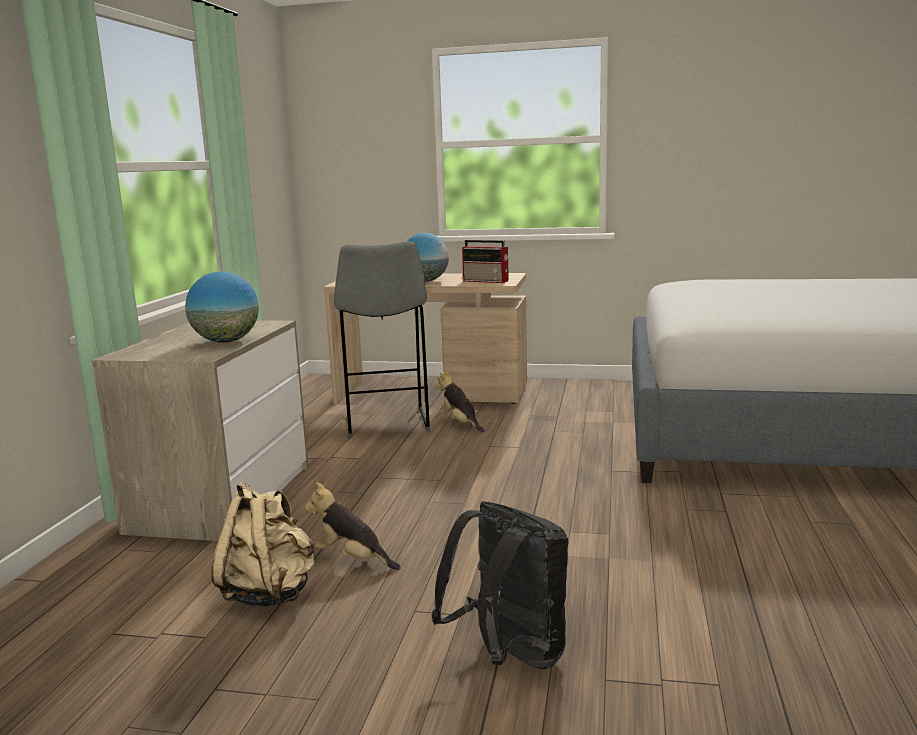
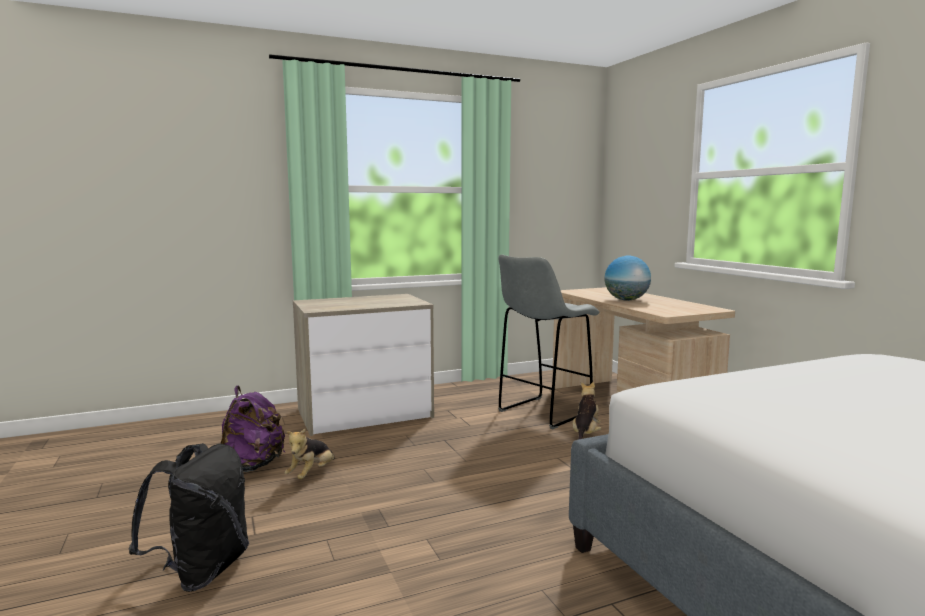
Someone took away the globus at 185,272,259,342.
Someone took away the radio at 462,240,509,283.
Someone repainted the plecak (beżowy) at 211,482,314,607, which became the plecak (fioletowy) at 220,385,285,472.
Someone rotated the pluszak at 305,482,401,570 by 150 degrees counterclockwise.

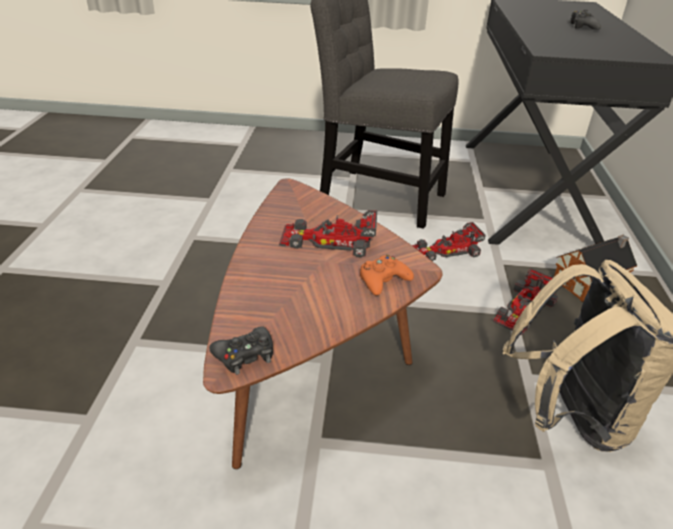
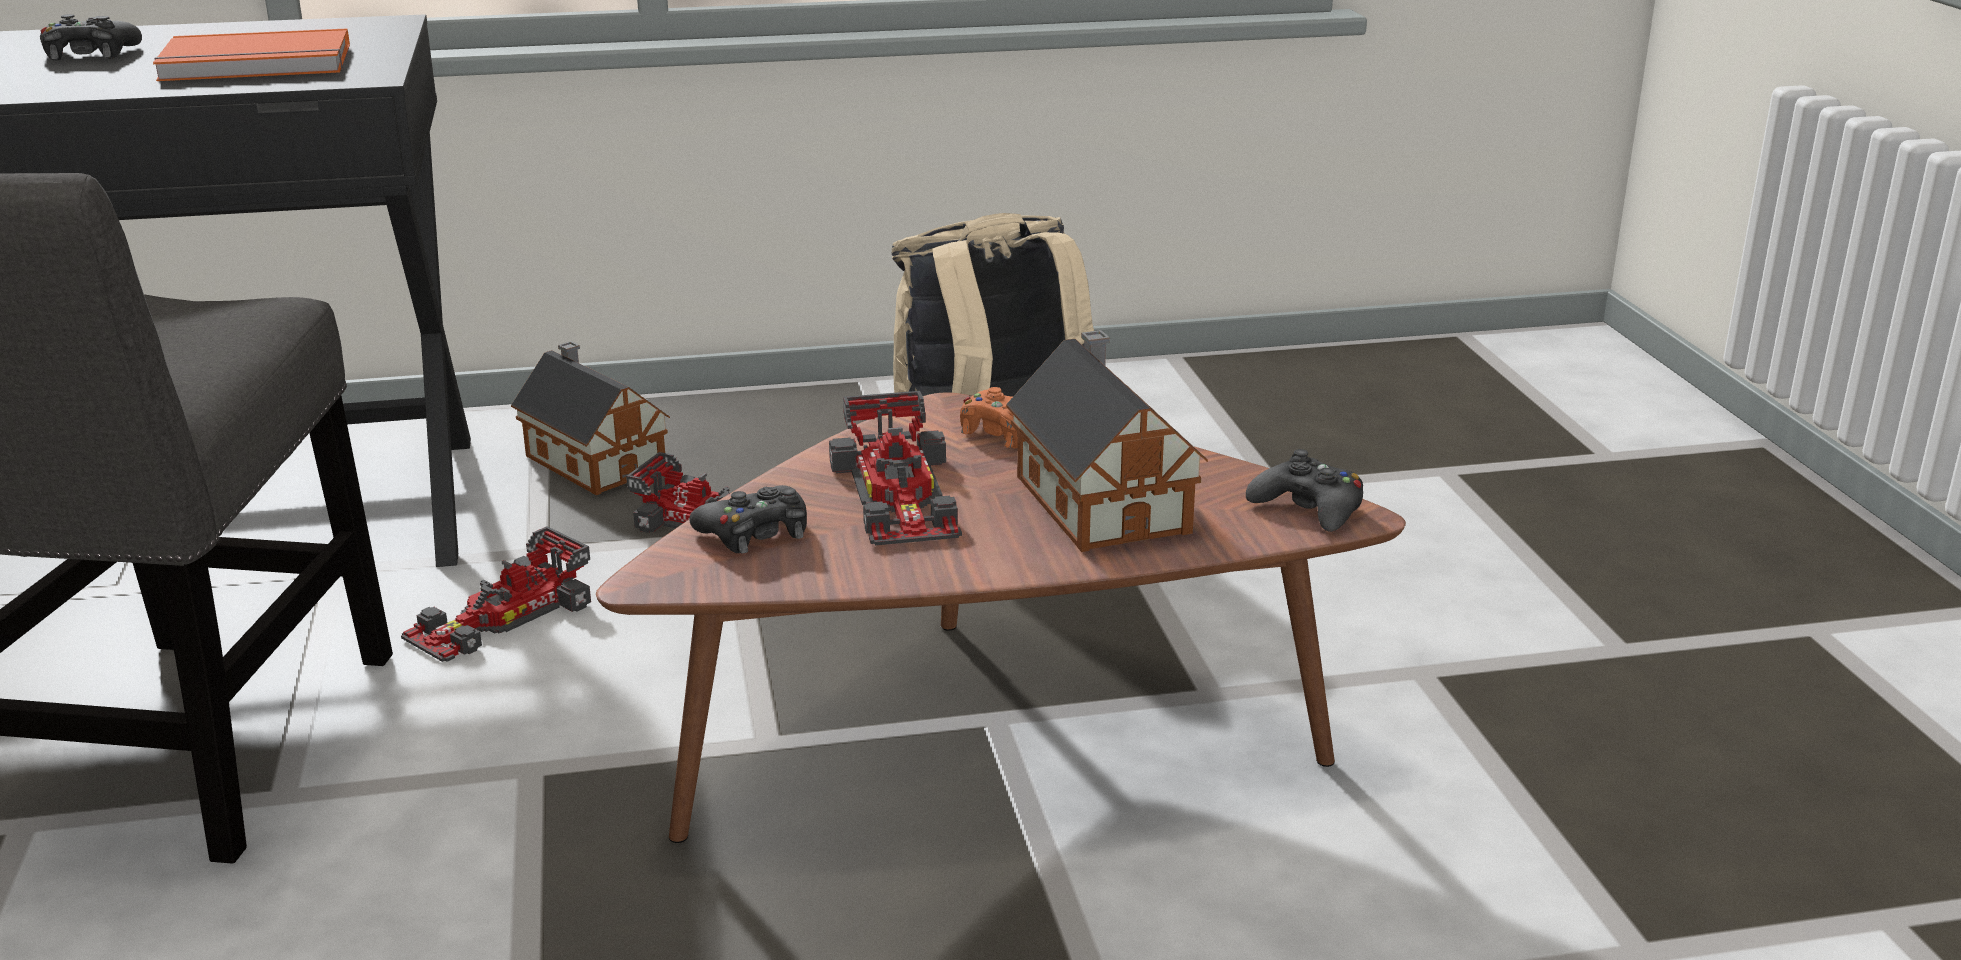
Someone put down the książka (pomarańczowy) at 153,28,350,81.
Someone put down the pad do gier (czarny) at 689,485,807,554.
Someone put down the domek at 1006,330,1208,552.
Someone rotated the samochodzik at 412,222,486,261 by 75 degrees clockwise.

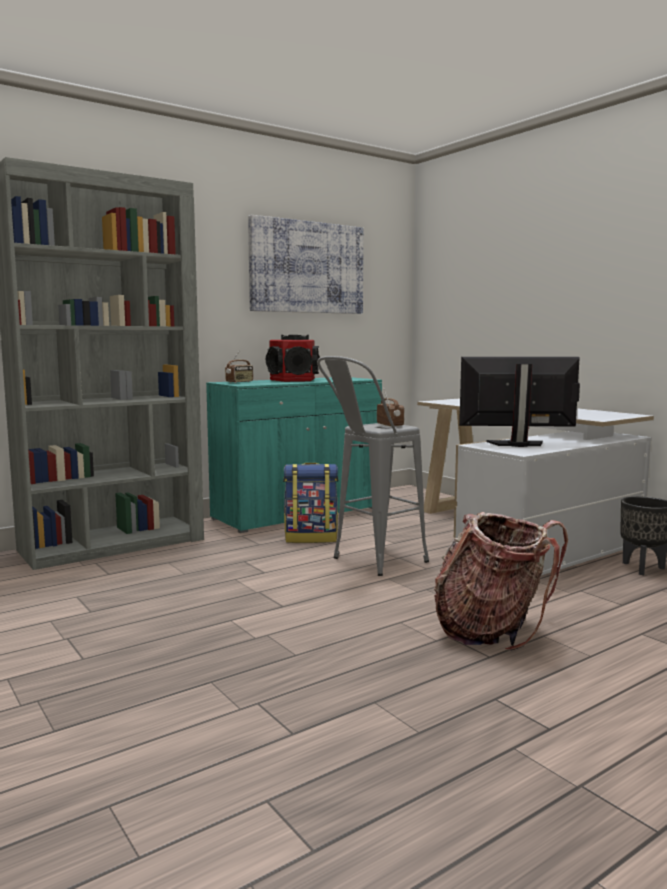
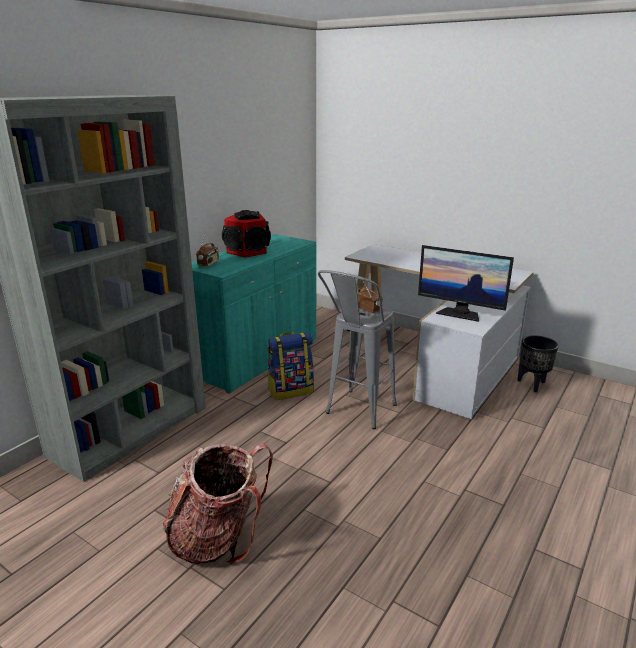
Someone took away the obraz at 248,215,363,314.
Someone carried the plecak from 434,512,568,651 to 163,444,273,564.
Someone rotated the monitor at 459,357,580,447 by 135 degrees counterclockwise.

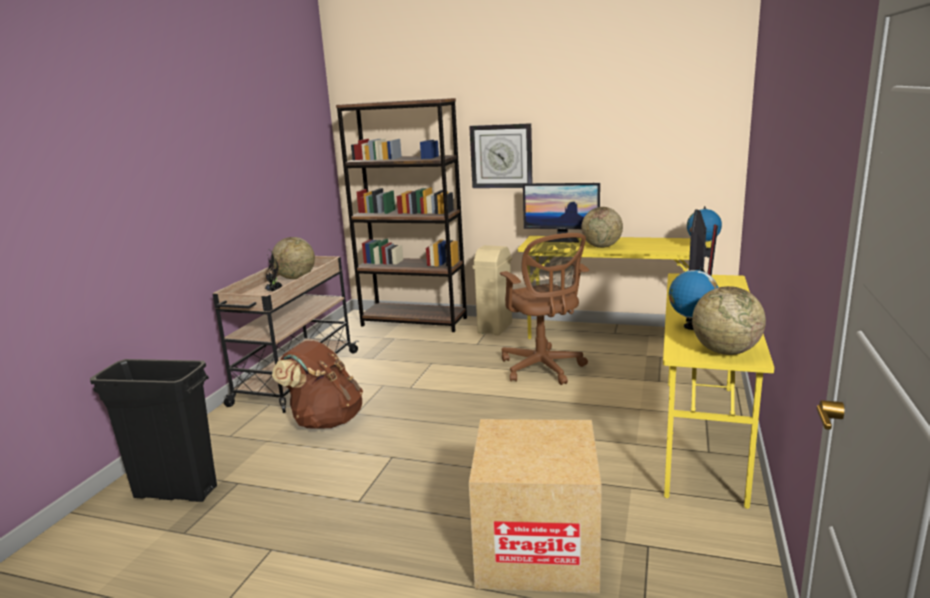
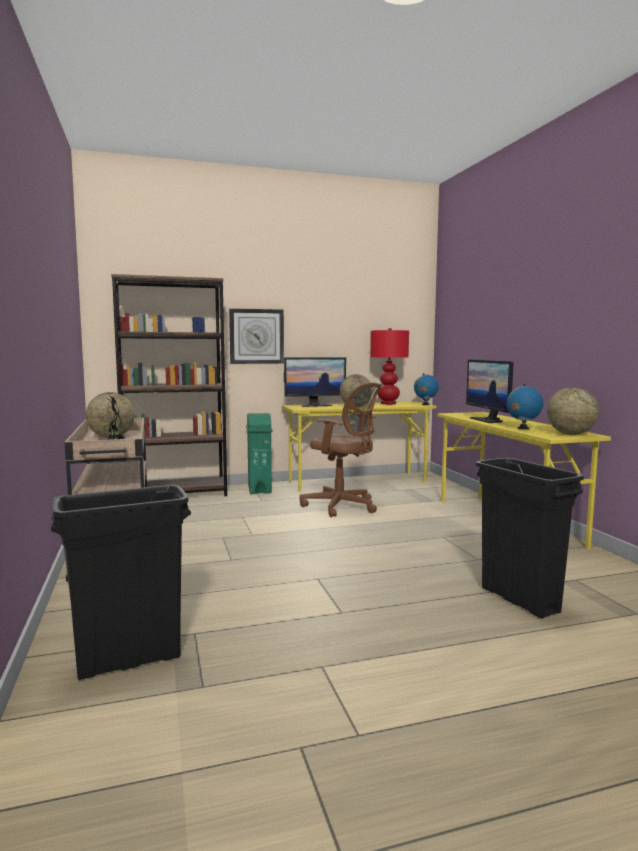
Someone took away the plecak (brązowy) at 272,341,363,429.
Someone put down the lampa stołowa (czerwony) at 370,328,409,404.
Someone swapped the karton at 469,419,602,594 for the kosz na śmieci (czarny) at 476,458,584,619.
Someone repainted the kosz na śmieci (beżowy) at 472,245,512,336, which became the kosz na śmieci (zielony) at 246,413,272,494.

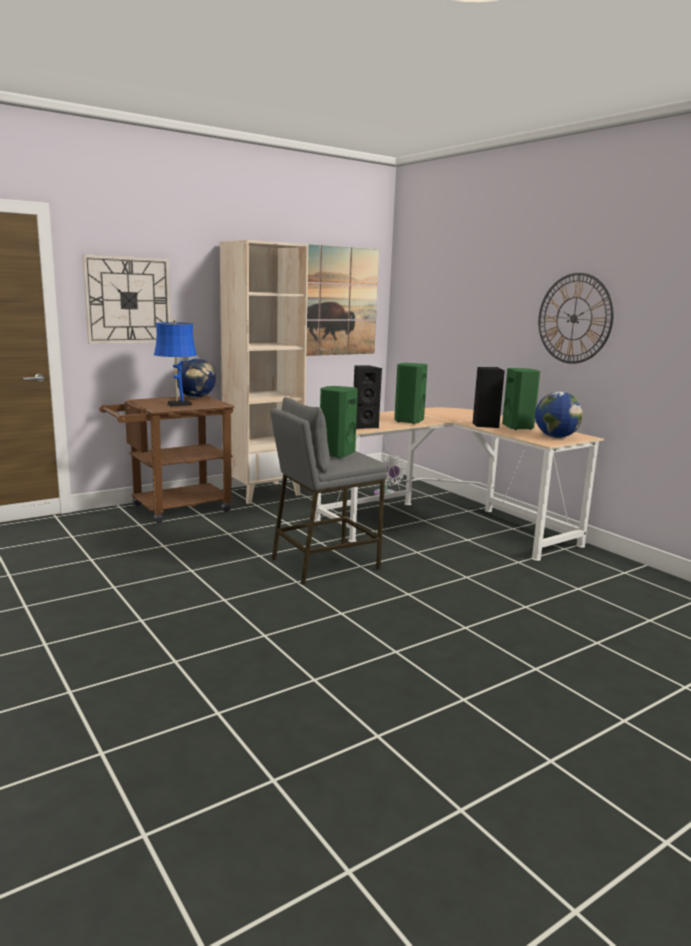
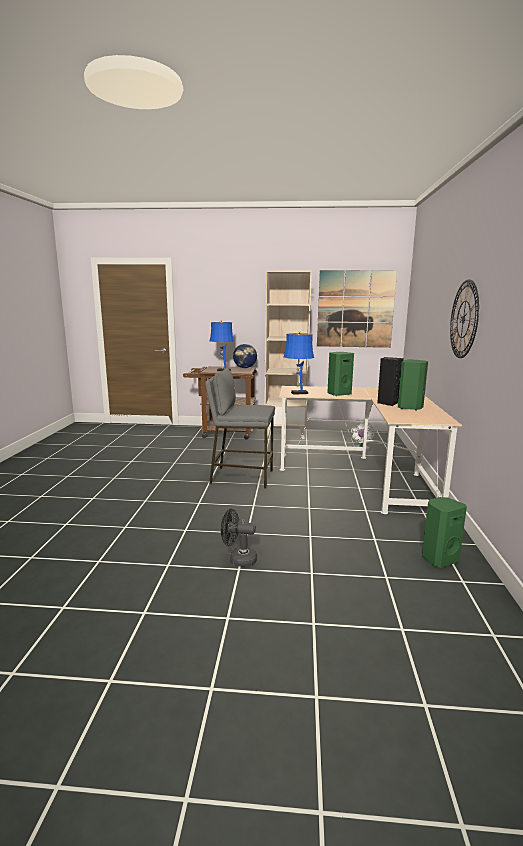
Someone took away the zegar ścienny at 82,254,171,344.
Someone took away the globus at 535,392,583,438.
Someone put down the wentylator (czarny) at 221,509,257,567.
Someone carried the głośnik (zielony) from 320,386,358,458 to 422,497,467,568.
Someone swapped the głośnik (czarny) at 354,365,382,429 for the lampa stołowa (niebieski) at 284,331,314,395.

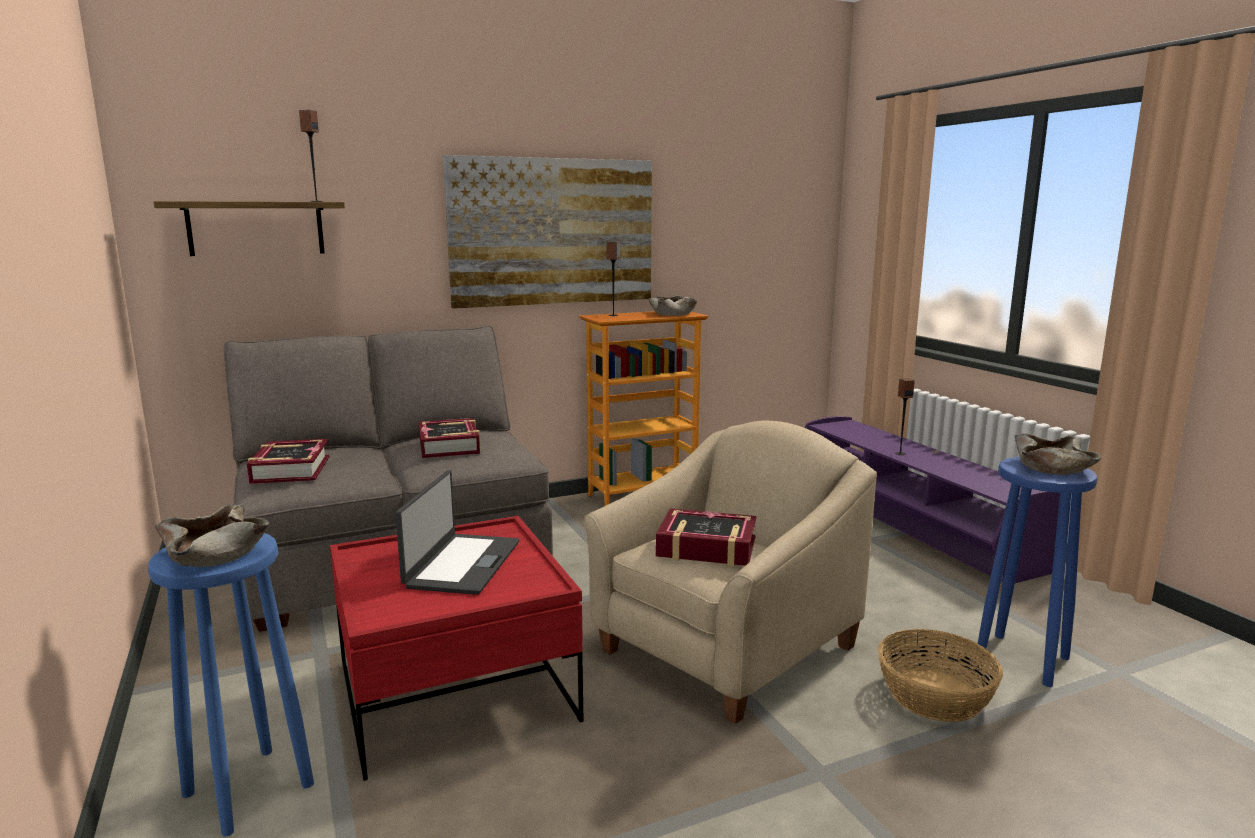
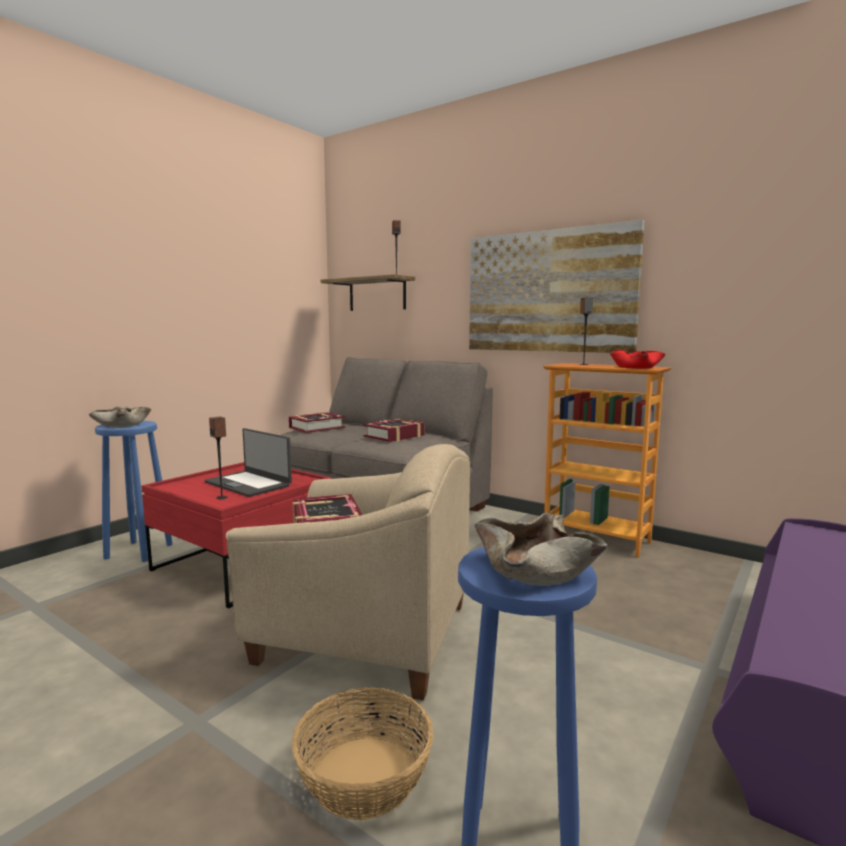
Someone carried the głośnik from 895,378,915,455 to 209,416,227,499.
Someone repainted the miska (beżowy) at 649,296,697,316, which became the miska (czerwony) at 610,350,666,369.
Someone rotated the laptop at 395,470,519,595 by 60 degrees clockwise.

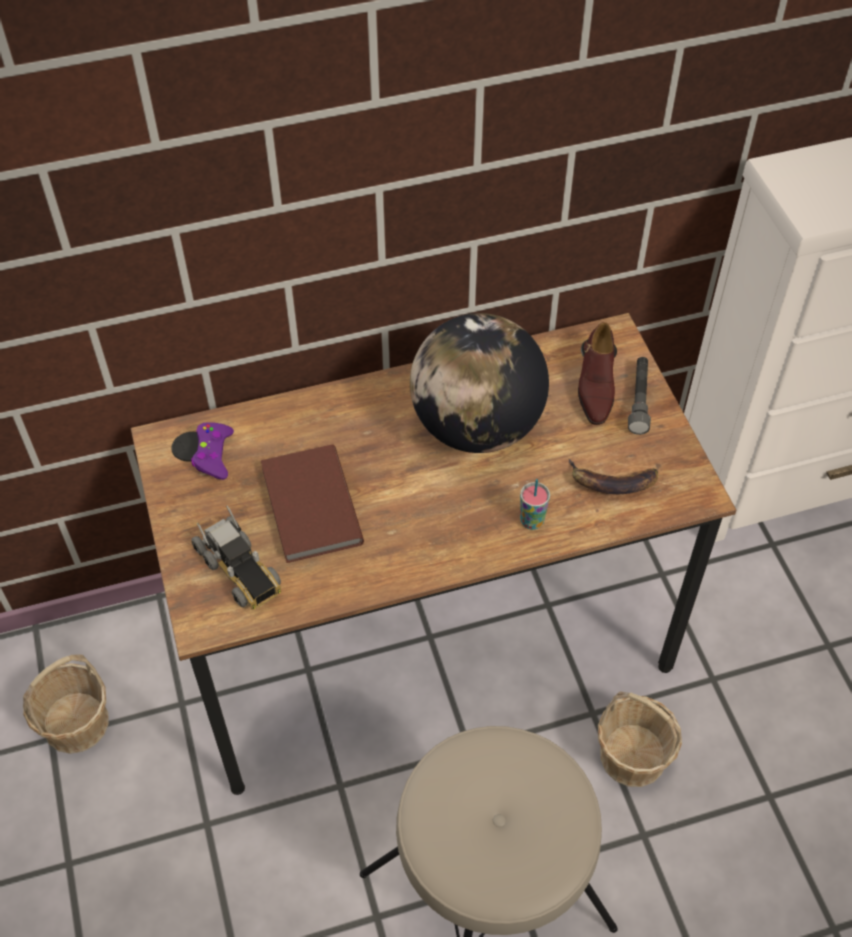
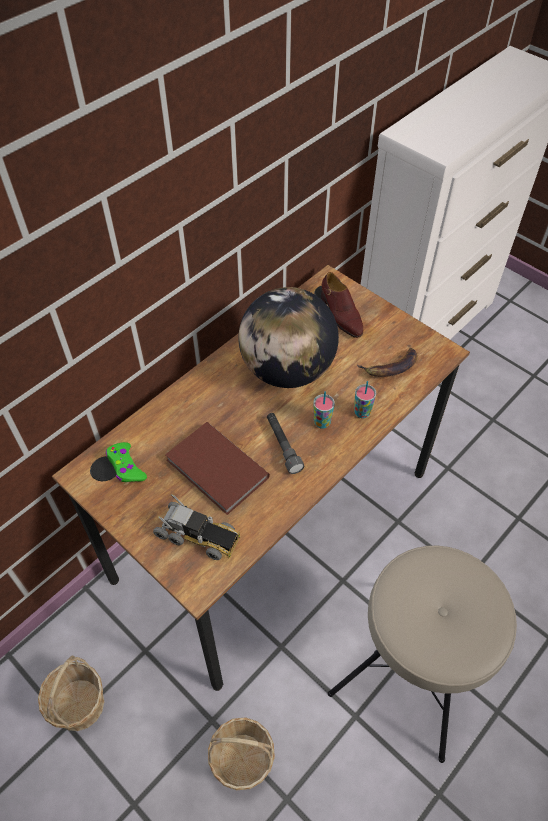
Someone put down the filiżanka at 313,391,335,429.
Someone carried the koszyk from 598,691,682,787 to 208,717,275,790.
Someone carried the latarka (szary) from 628,357,651,435 to 267,413,304,474.
Someone repainted the pad do gier (fioletowy) at 191,422,234,480, which became the pad do gier (zielony) at 106,442,147,482.

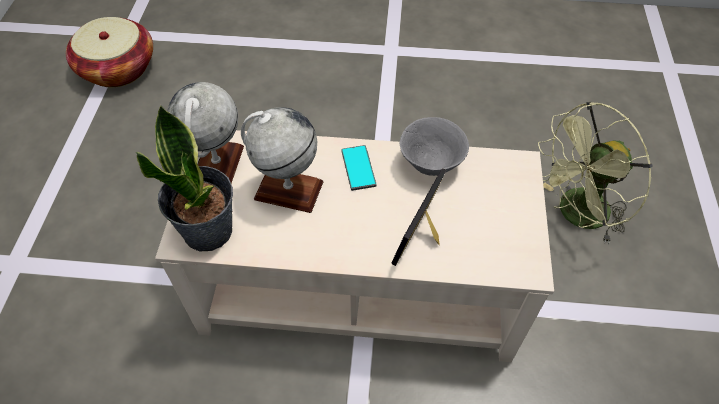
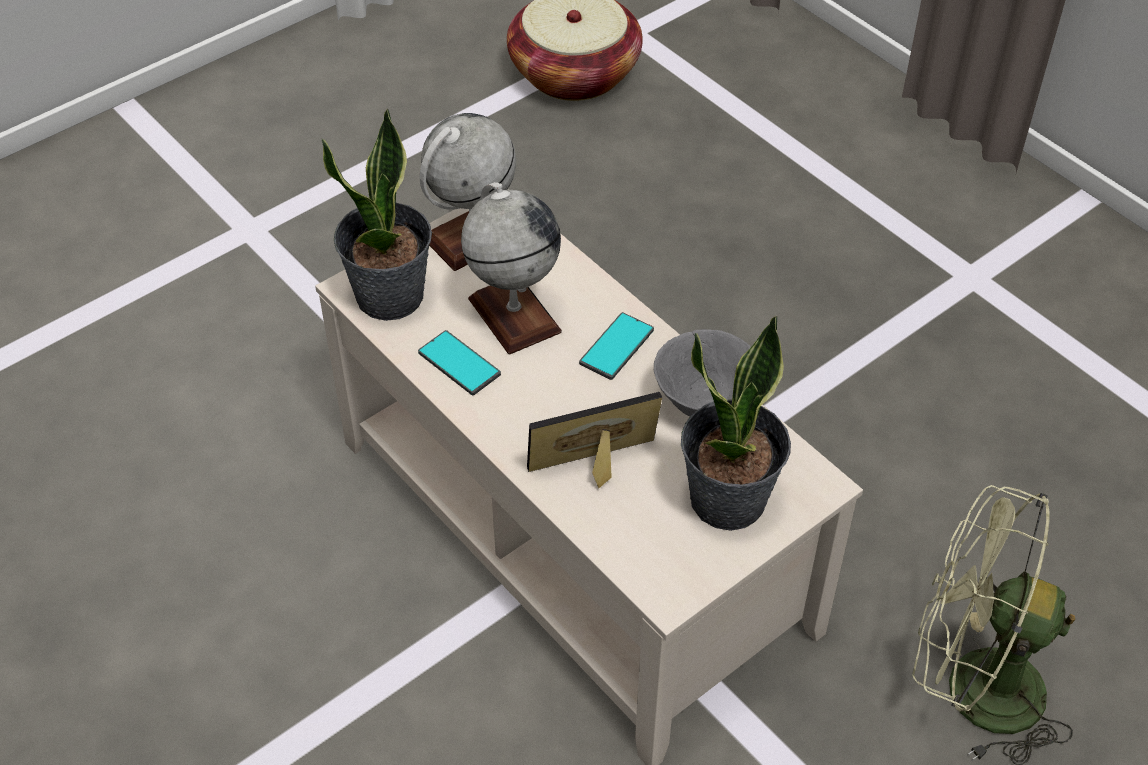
Someone put down the telefon at 418,330,501,395.
Someone put down the roślina doniczkowa at 681,316,791,531.

